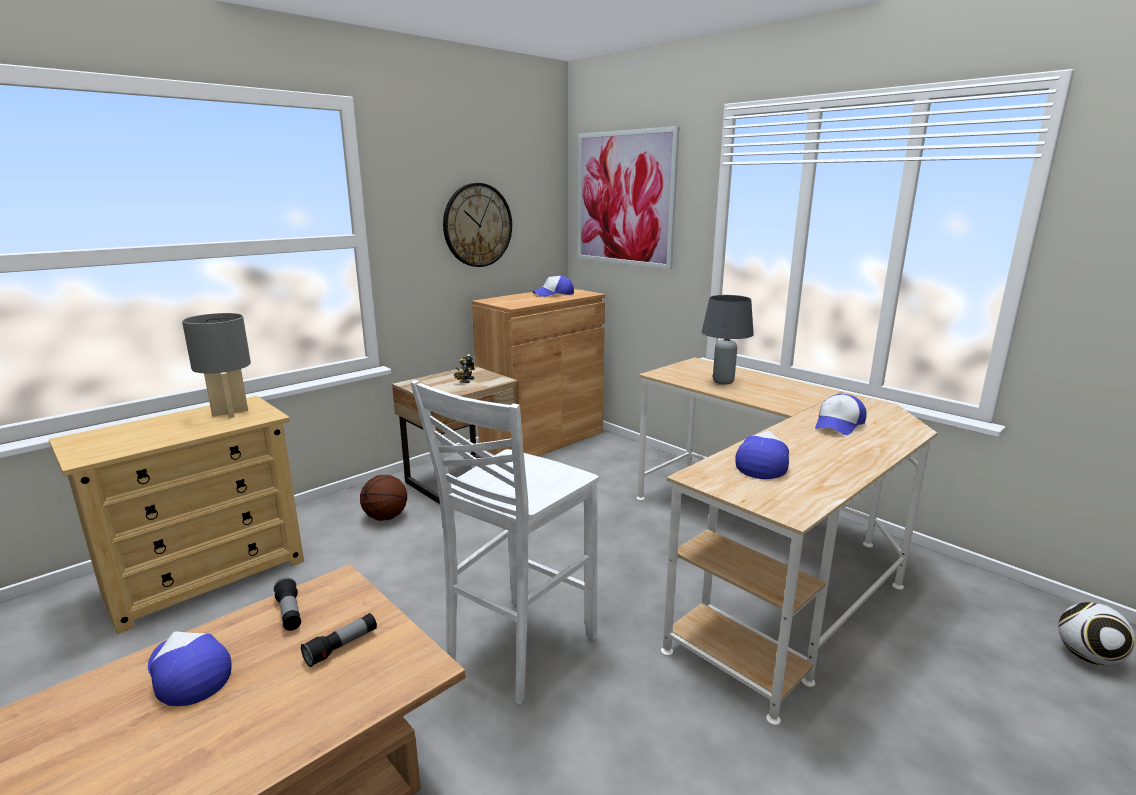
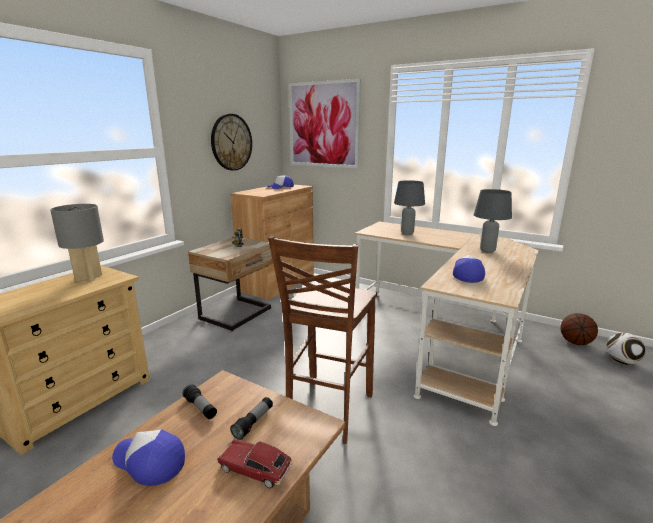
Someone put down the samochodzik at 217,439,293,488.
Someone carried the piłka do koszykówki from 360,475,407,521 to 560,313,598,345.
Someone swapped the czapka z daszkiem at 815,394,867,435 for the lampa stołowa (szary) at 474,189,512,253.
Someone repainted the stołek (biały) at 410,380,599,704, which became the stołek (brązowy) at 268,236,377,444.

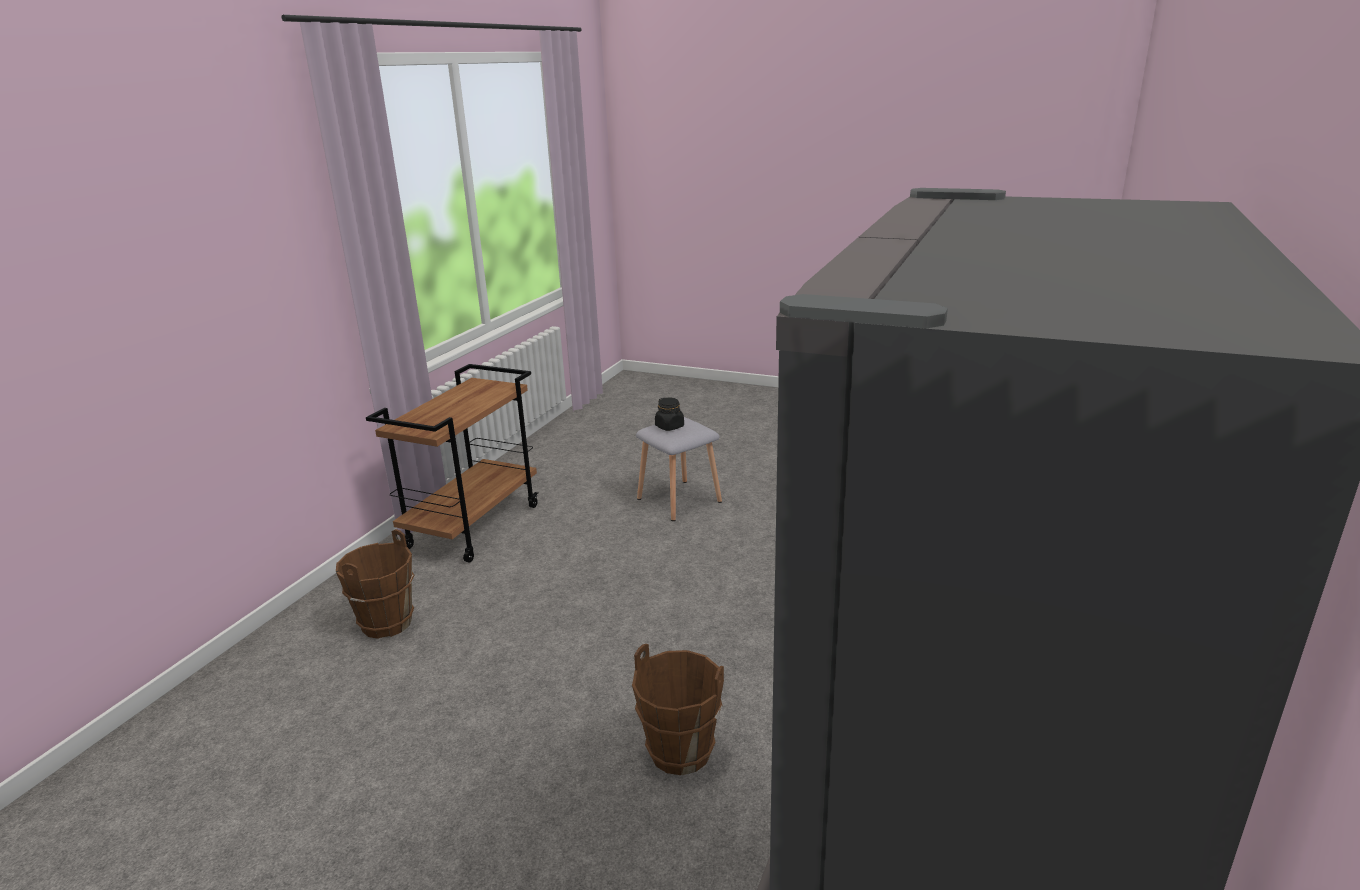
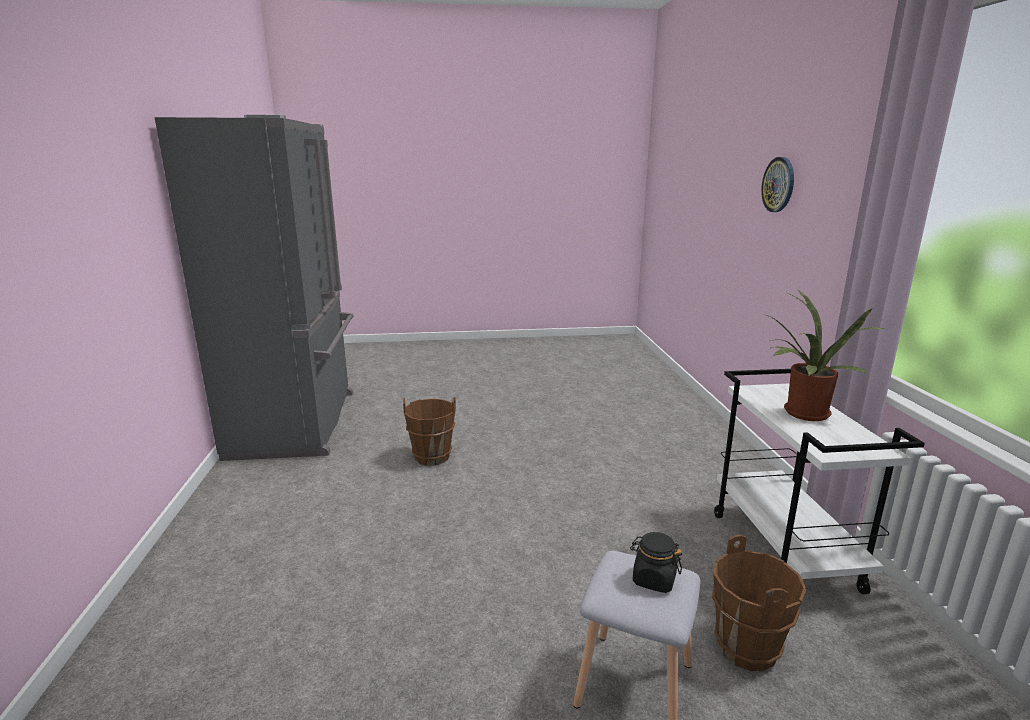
Someone put up the zegar ścienny at 761,157,794,212.
Someone put down the roślina doniczkowa at 763,289,885,421.
Someone carried the wiadro (brązowy) from 336,529,414,639 to 712,535,806,671.
Someone repainted the wózek (brązowy) at 366,364,538,562, which became the wózek (biały) at 714,369,925,594.

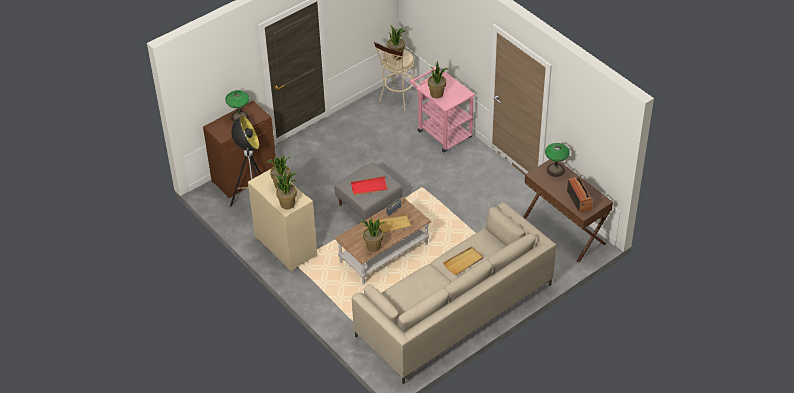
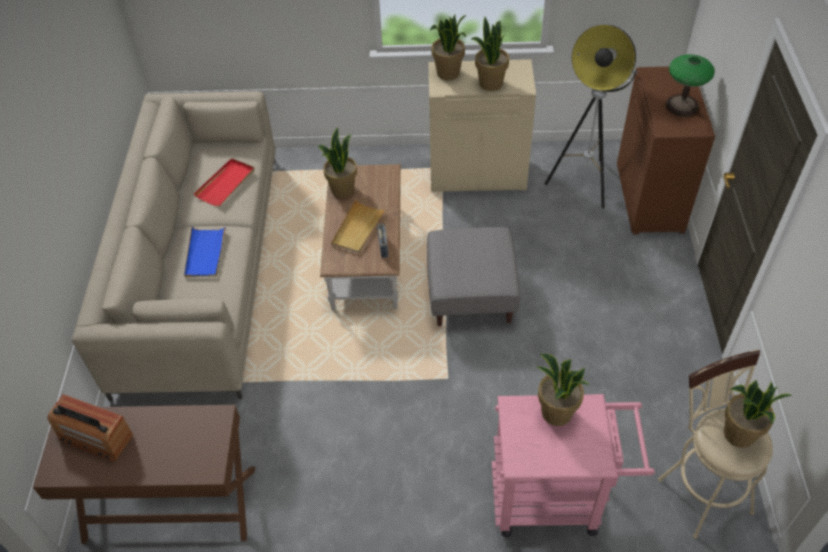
Someone took away the lampa stołowa at 545,143,570,177.
Someone carried the taca (czerwony) from 351,176,388,196 to 194,158,255,206.
Someone repainted the taca (beżowy) at 443,246,483,275, which became the taca (niebieski) at 184,227,226,277.

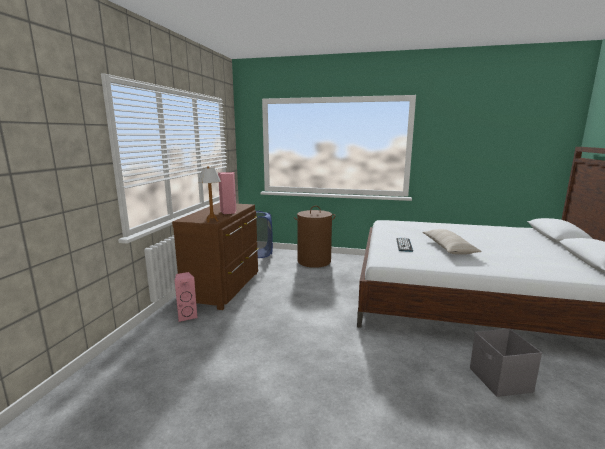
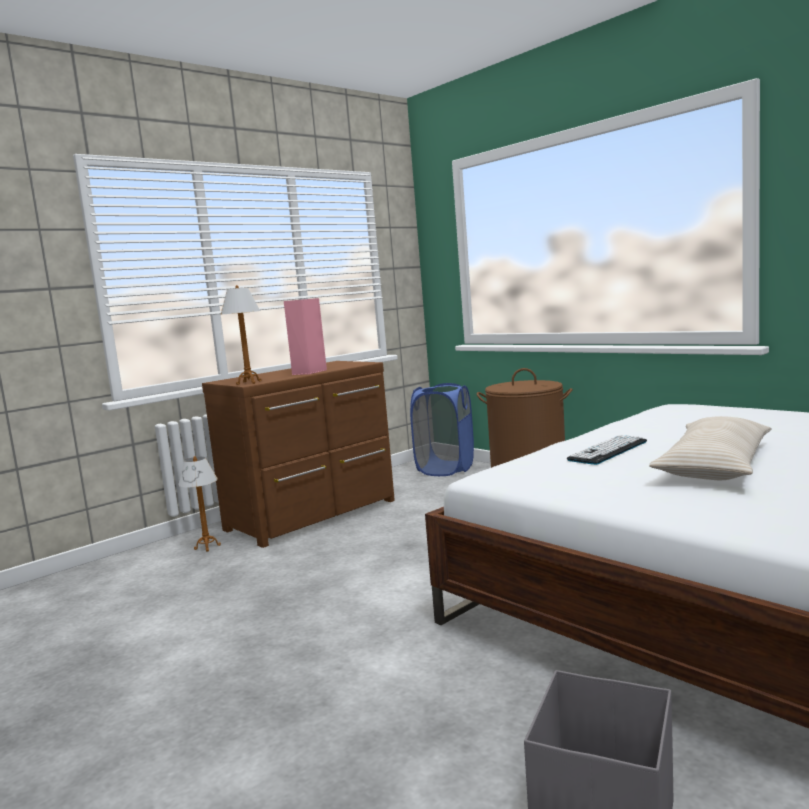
Someone swapped the głośnik (różowy) at 175,272,198,322 for the lampa stołowa at 178,456,221,552.

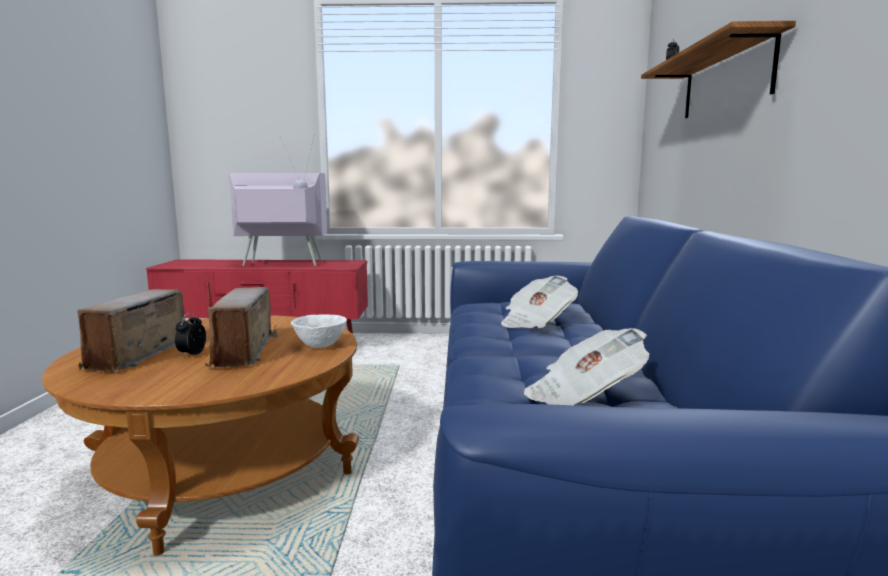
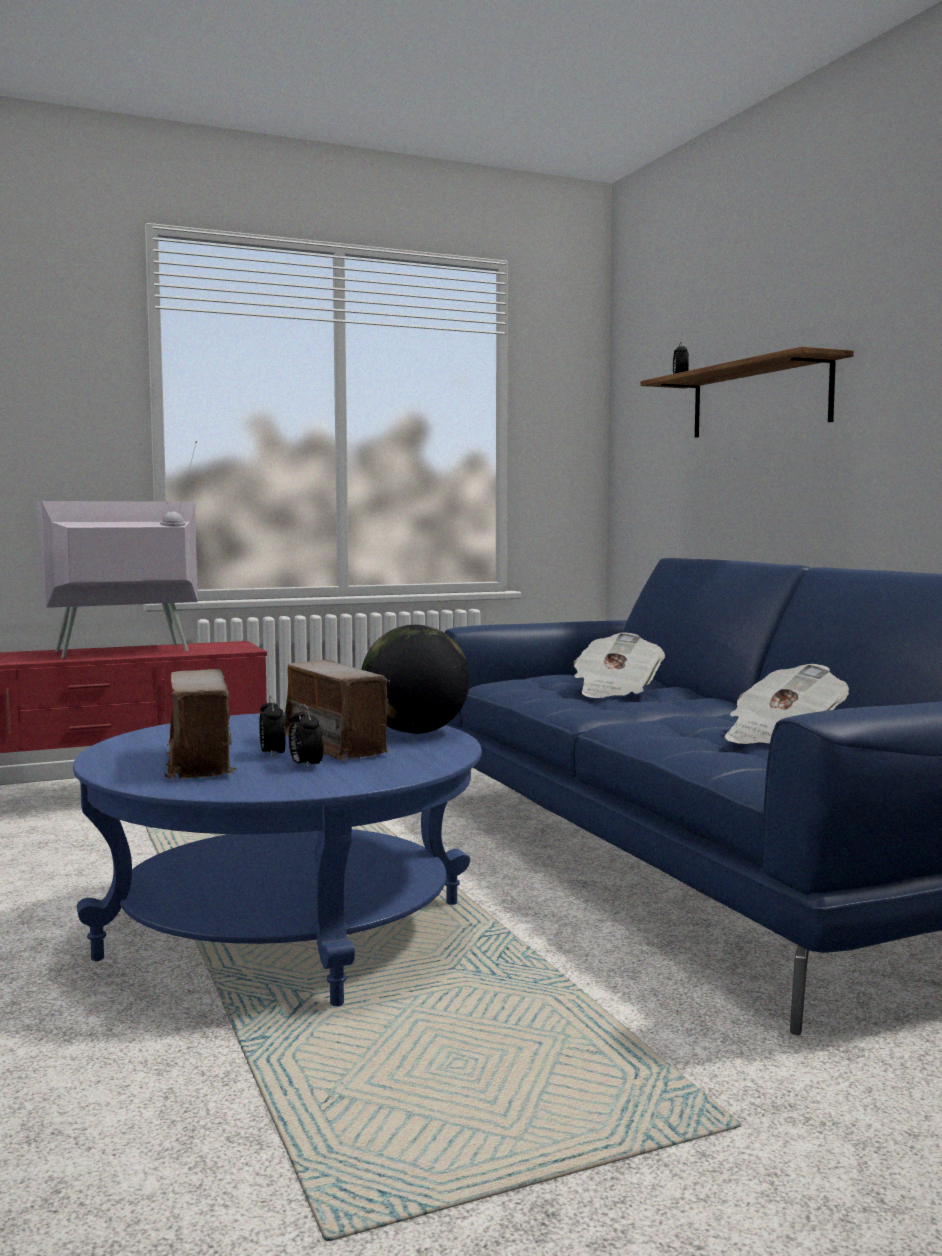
Someone put down the budzik at 289,704,324,770.
Someone swapped the miska (biały) at 291,314,347,348 for the globus at 362,624,470,734.
Someone repainted the ława (brązowy) at 42,315,359,556, which became the ława (niebieski) at 73,712,482,1006.

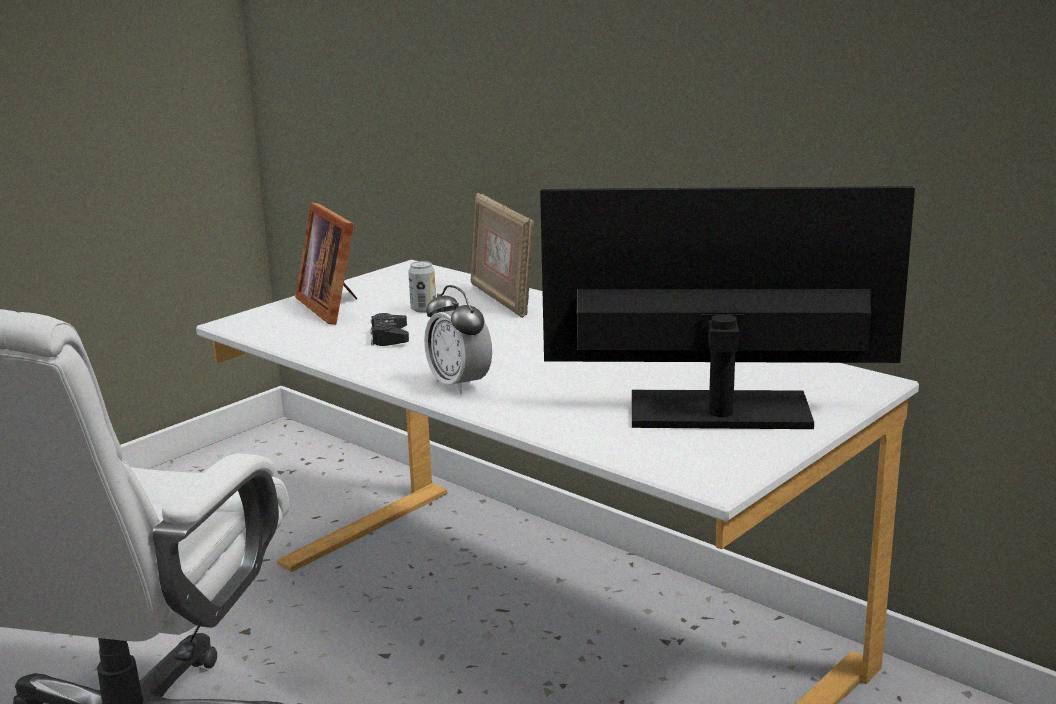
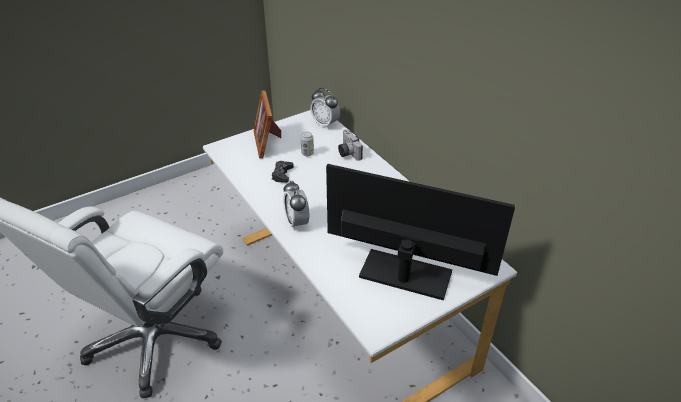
Someone put down the budzik at 311,88,340,129.
Someone swapped the ramka na zdjęcie at 471,193,534,318 for the aparat fotograficzny at 338,129,363,161.

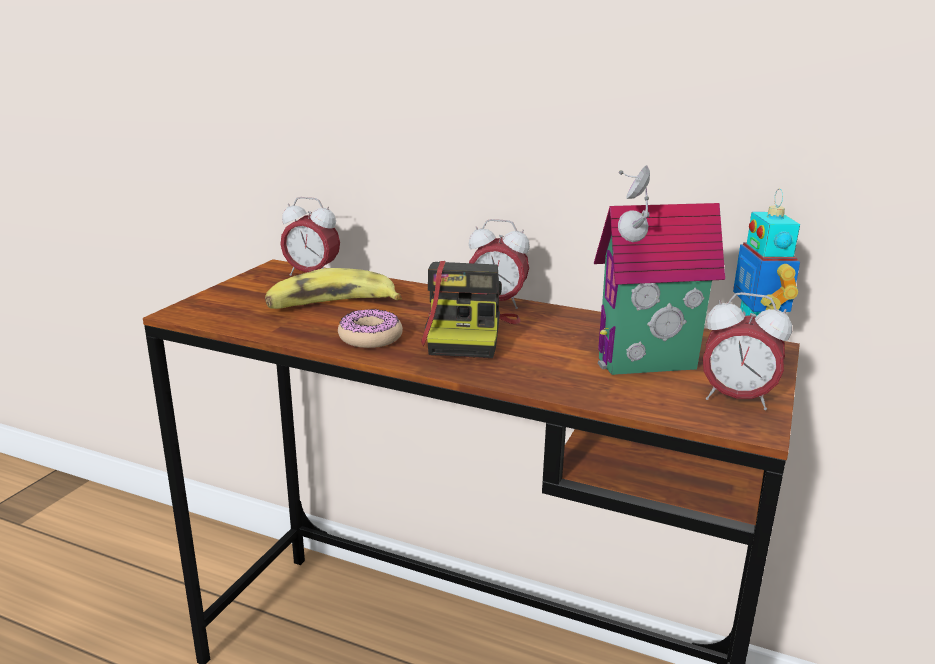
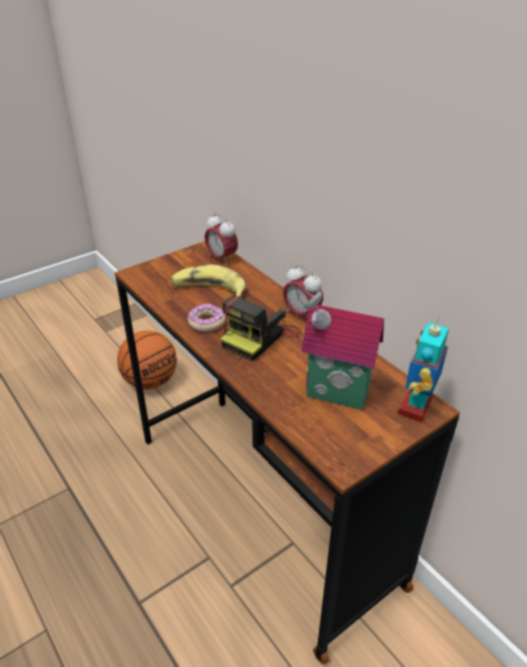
Someone took away the budzik at 703,292,792,410.
Someone put down the piłka do koszykówki at 117,331,177,389.

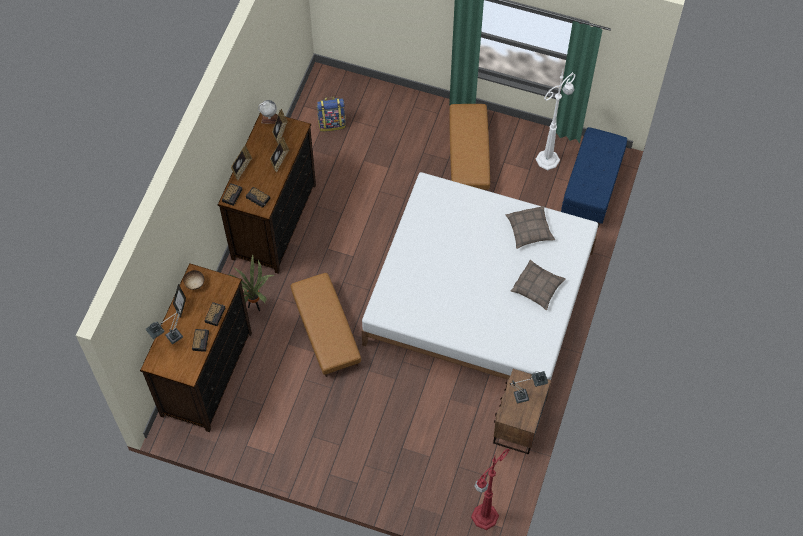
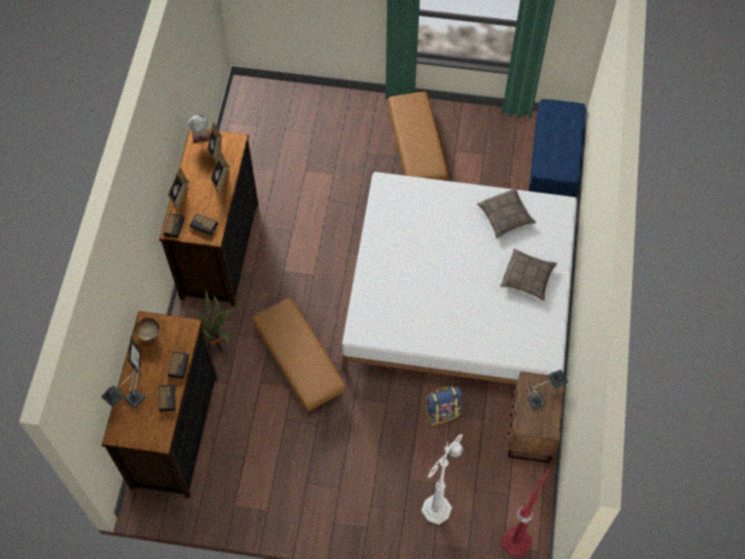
Someone carried the plecak from 316,97,345,132 to 424,386,462,425.
Someone carried the lampa stojąca (biały) from 535,70,576,170 to 421,434,463,525.

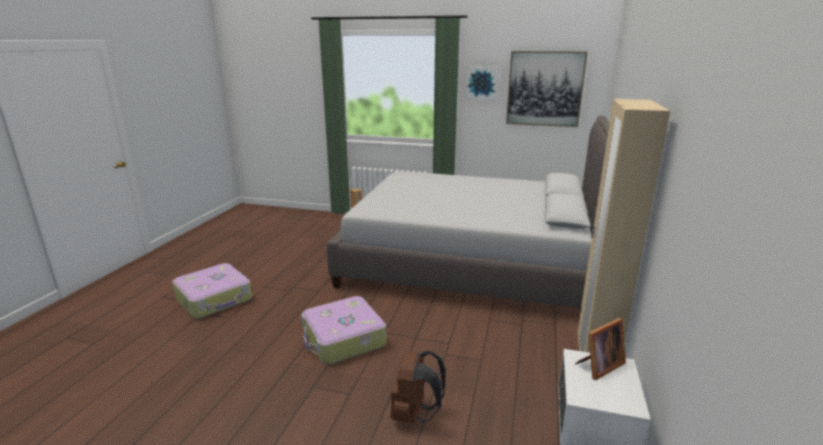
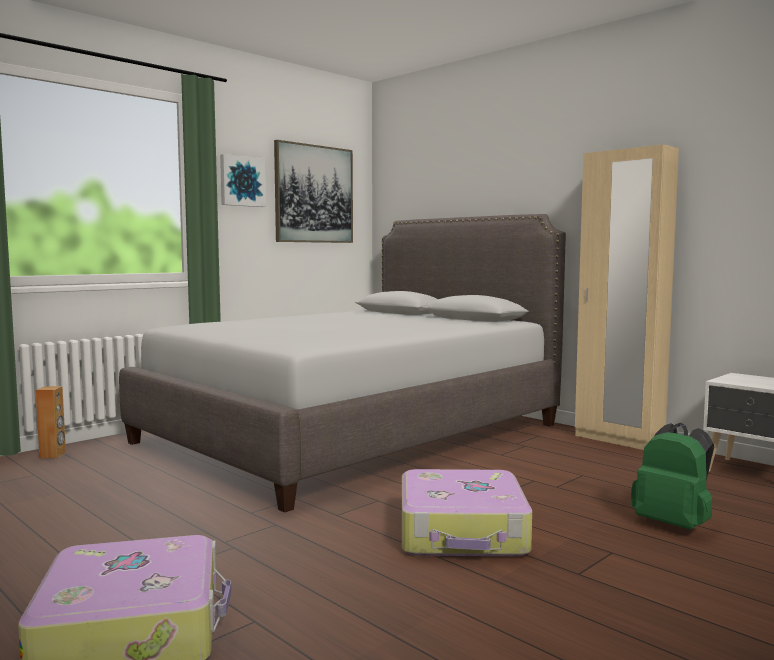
Someone took away the ramka na zdjęcie at 575,318,626,380.
Someone repainted the plecak (brązowy) at 390,351,446,423, which became the plecak (zielony) at 631,423,714,530.

